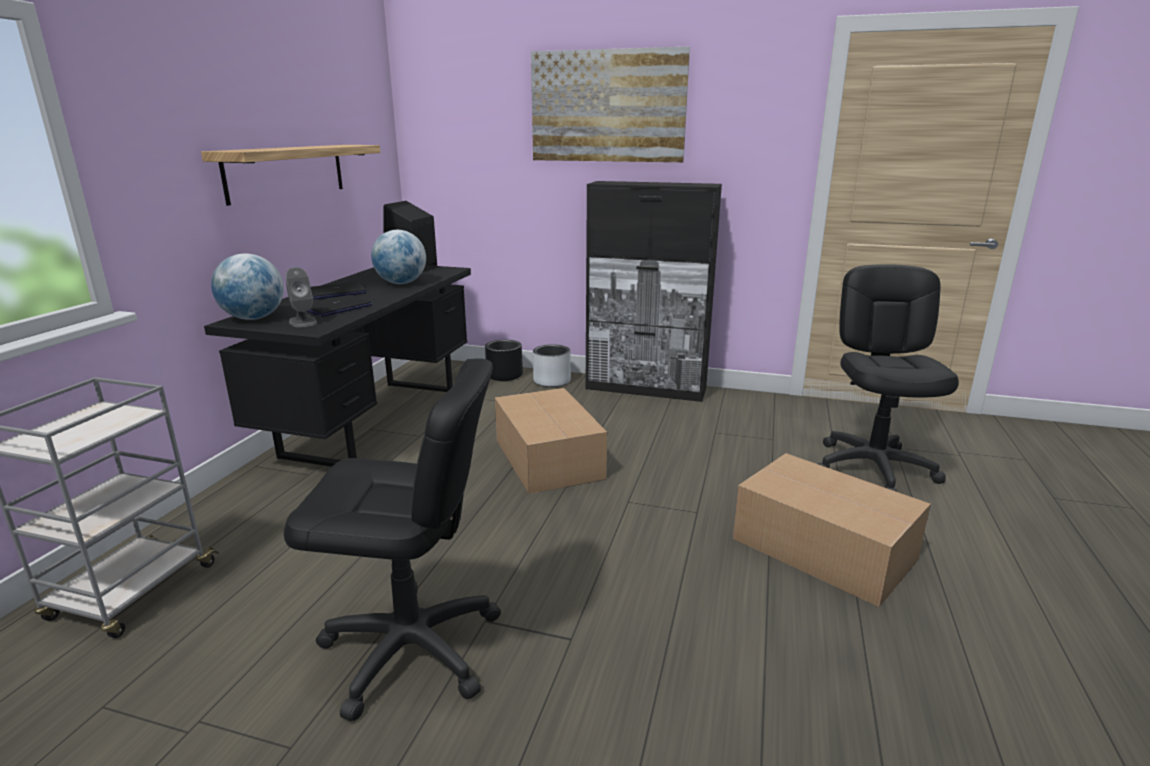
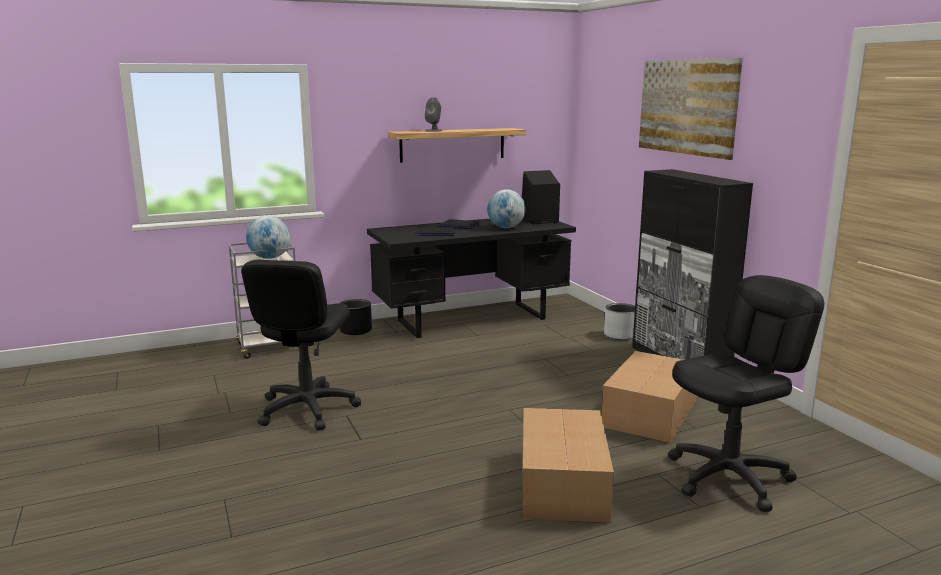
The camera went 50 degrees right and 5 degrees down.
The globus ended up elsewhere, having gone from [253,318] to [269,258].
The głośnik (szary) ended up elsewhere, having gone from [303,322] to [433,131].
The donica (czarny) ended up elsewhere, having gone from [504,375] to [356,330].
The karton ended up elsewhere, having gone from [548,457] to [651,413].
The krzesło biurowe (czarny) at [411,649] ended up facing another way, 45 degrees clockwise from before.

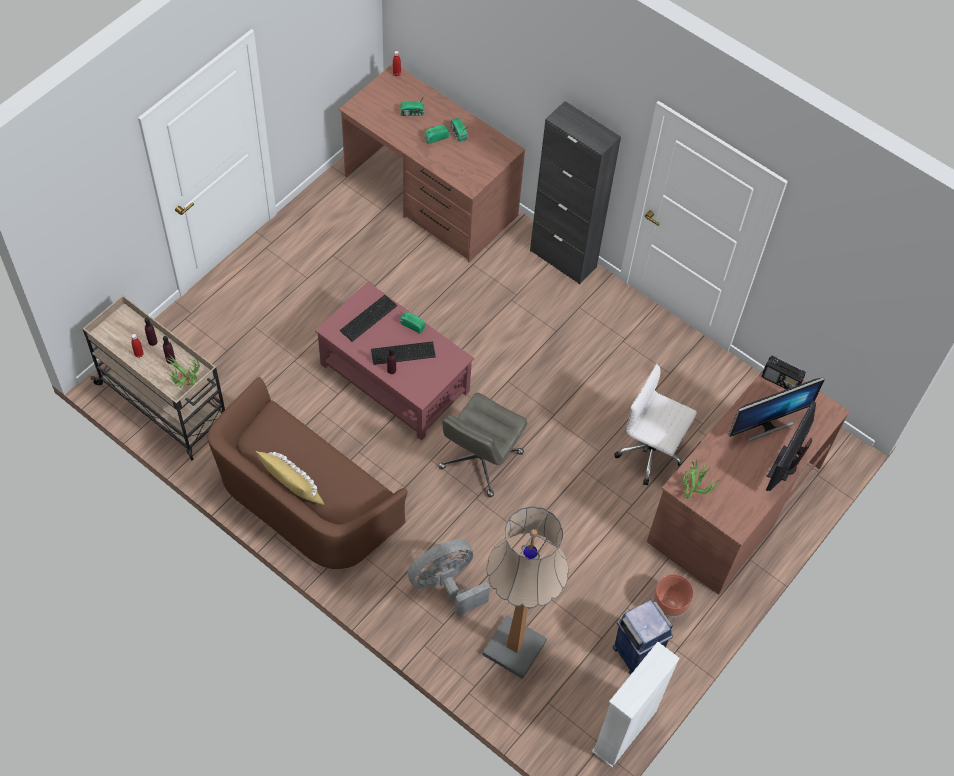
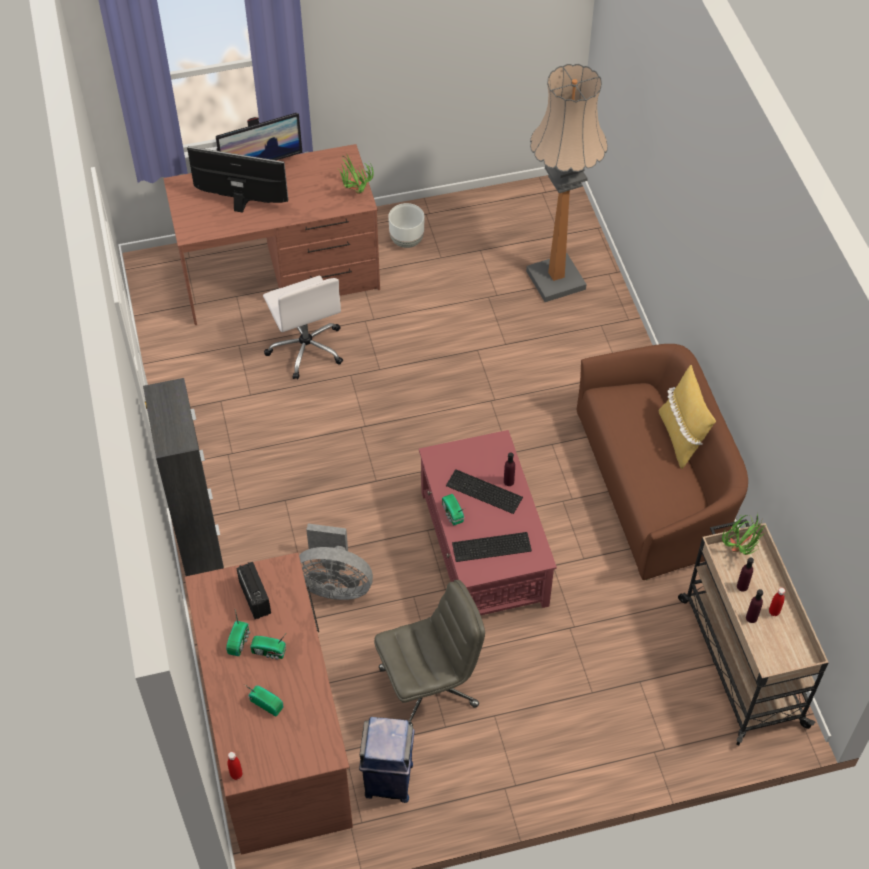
The camera went 140 degrees left and 5 degrees down.
The second view lost the regał (biały) at [624,731].
The wentylator (szary) ended up elsewhere, having gone from [446,585] to [334,584].
The krzesło biurowe (szary) ended up elsewhere, having gone from [480,461] to [429,686].
The kosz na śmieci (niebieski) ended up elsewhere, having gone from [636,652] to [388,781].
The radio ended up elsewhere, having gone from [781,381] to [255,597].
What was the donica (brązowy) at [669,605] turned into the donica (biały) at [406,241].

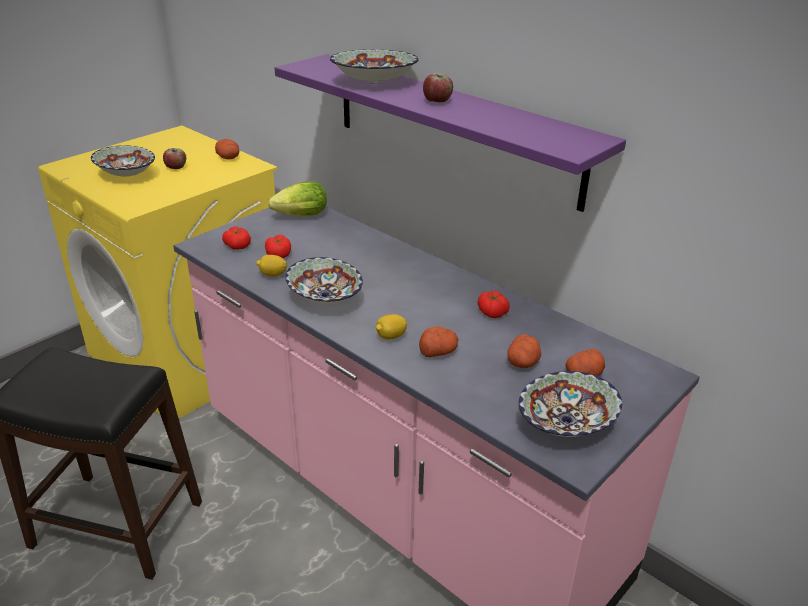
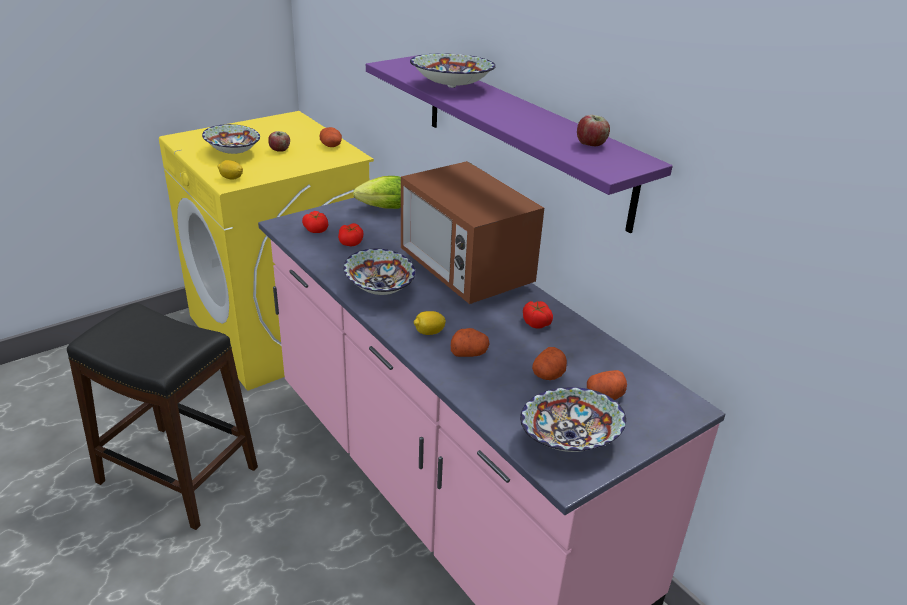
The camera went 10 degrees right and 0 degrees up.
The second view gained the mikrofalówka at [465,271].
The cytryna ended up elsewhere, having gone from [272,275] to [231,178].
The jabłko ended up elsewhere, having gone from [437,101] to [591,145].

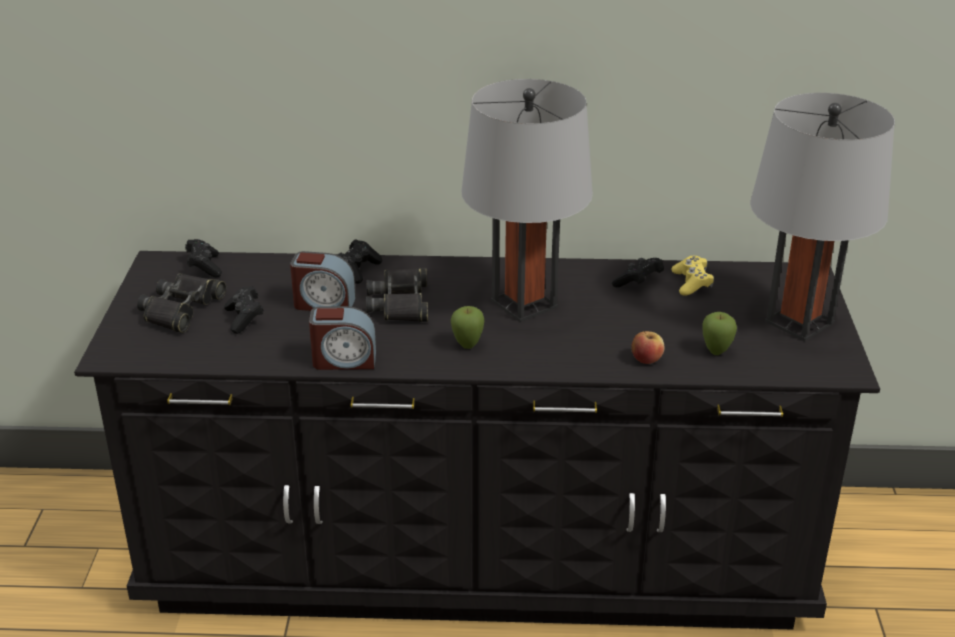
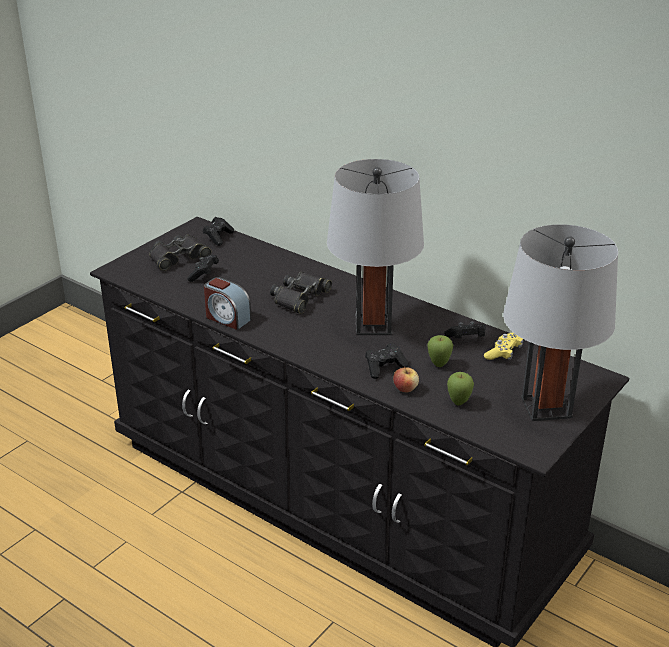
The camera went 35 degrees right and 0 degrees up.
The second view lost the budzik at [324,303].
The pad do gier (czarny) ended up elsewhere, having gone from [358,270] to [384,368].
The jabłko ended up elsewhere, having gone from [467,346] to [439,364].

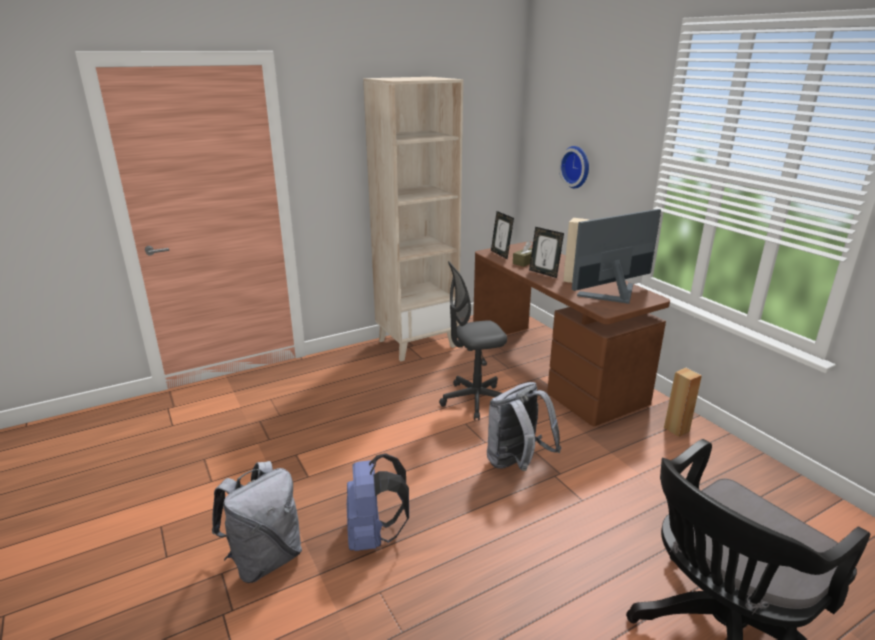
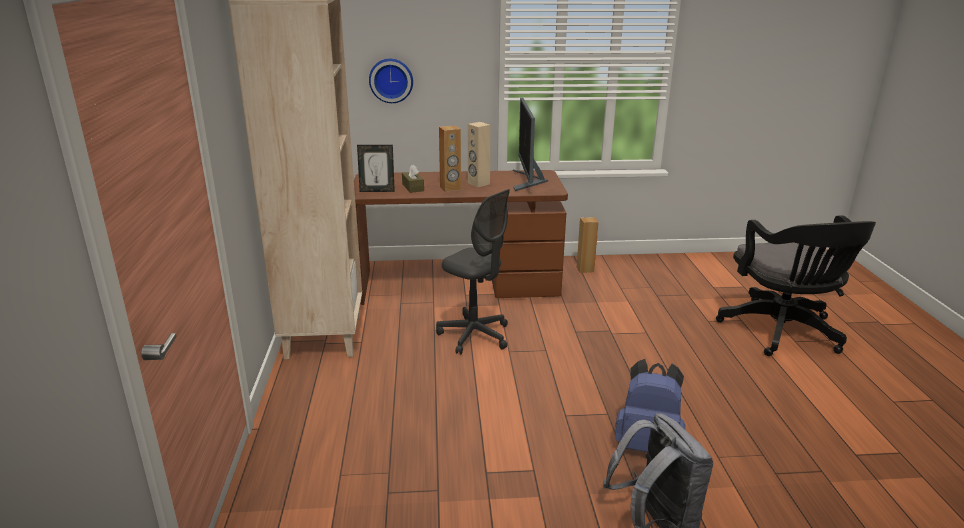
The camera went 65 degrees left and 0 degrees up.
The second view lost the plecak (szary) at [516,463].
Where the ramka na zdjęcie stood at [544,273], the głośnik (brązowy) came to stand at [450,188].
The krzesło biurowe (szary) at [474,400] ended up facing another way, 60 degrees counterclockwise from before.

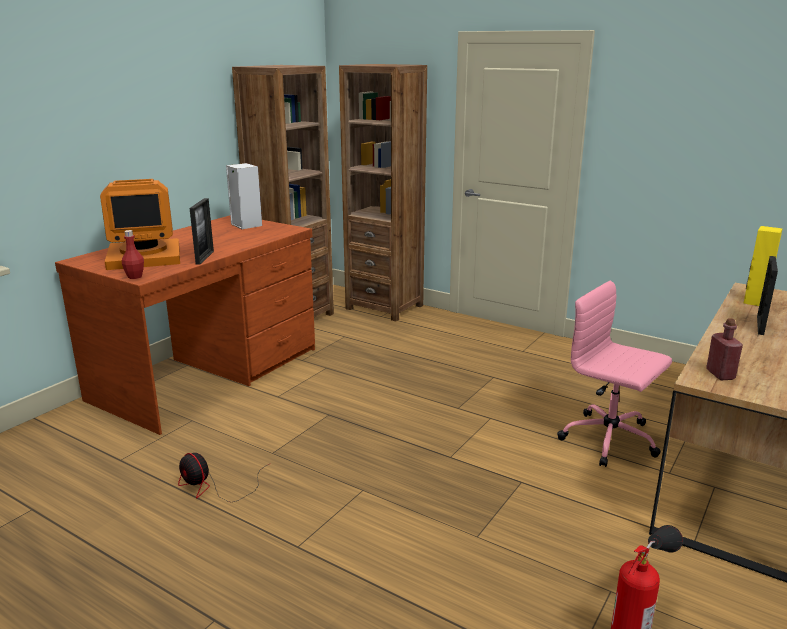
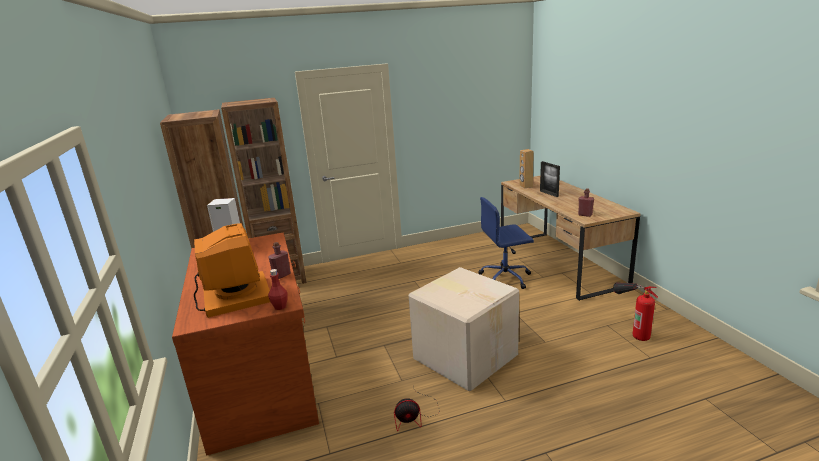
The camera went 50 degrees left and 0 degrees up.
The second view gained the karton at [465,356].
Where the ramka na zdjęcie stood at [205,257], the butelka (czerwony) came to stand at [281,275].
What was the krzesło biurowe (różowy) at [610,440] turned into the krzesło biurowe (niebieski) at [506,278].
What was the głośnik (żółty) at [754,302] turned into the głośnik (brązowy) at [525,186].
The monitor at [145,256] ended up facing another way, 45 degrees counterclockwise from before.

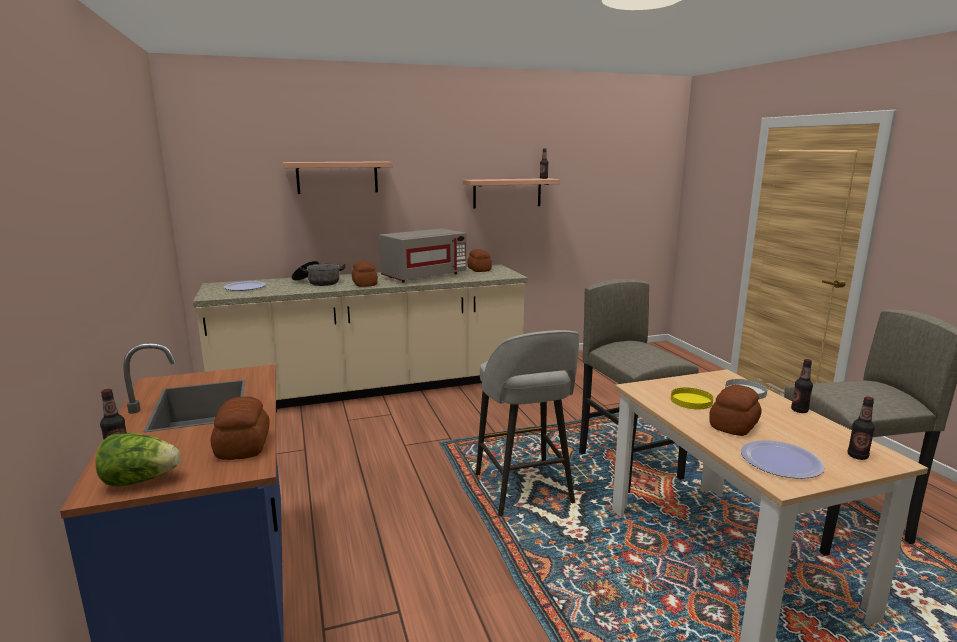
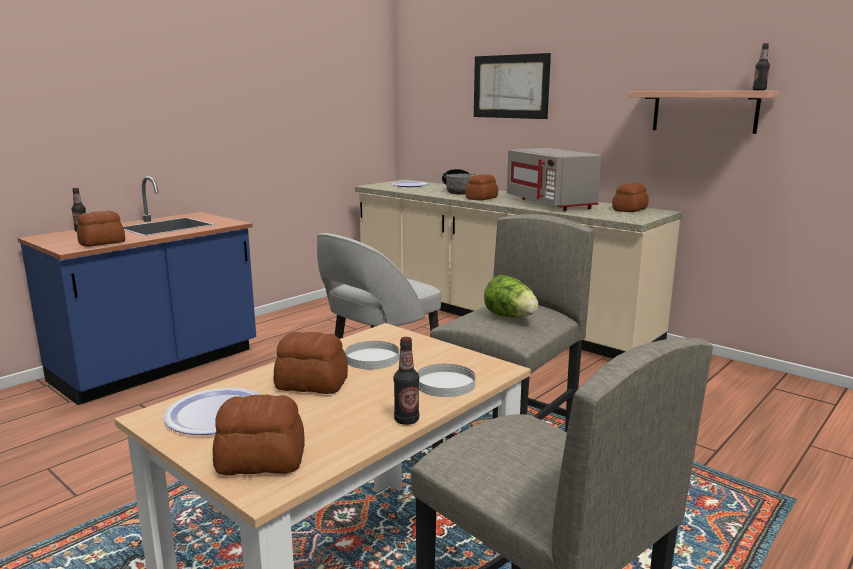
The camera went 60 degrees right and 0 degrees up.
The sałata ended up elsewhere, having gone from [140,480] to [510,317].
Where the półka hung at [337,177], the obraz came to hang at [510,86].
Where the butelka stood at [857,456], the chleb came to stand at [261,461].
What was the talerz (żółty) at [691,401] turned into the talerz (biały) at [372,358].
The mikrofalówka (szary) at [424,276] ended up facing another way, 45 degrees clockwise from before.

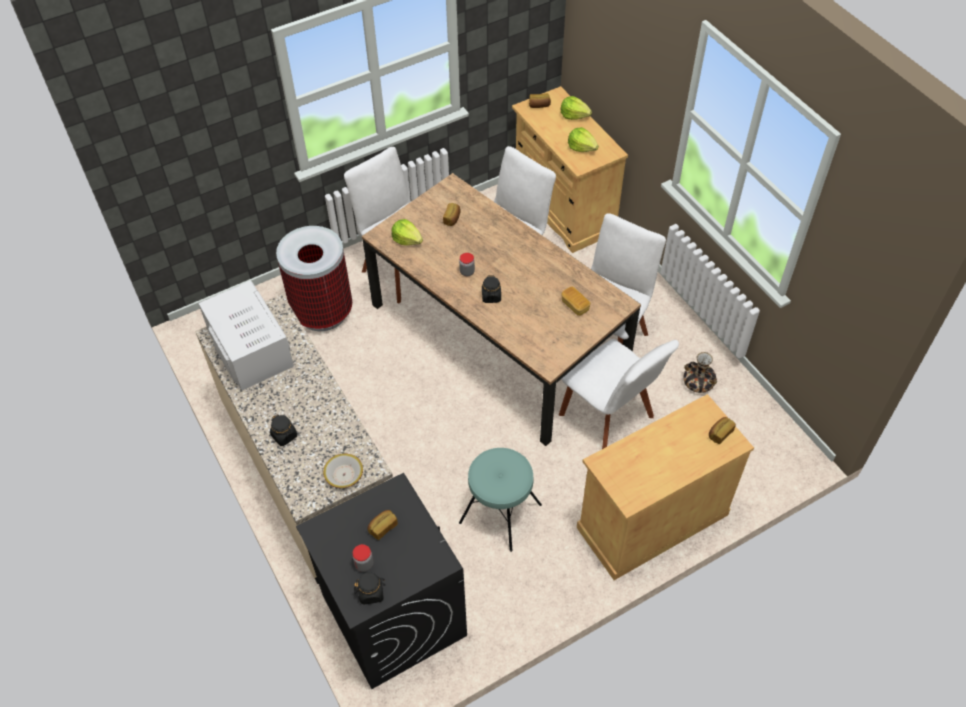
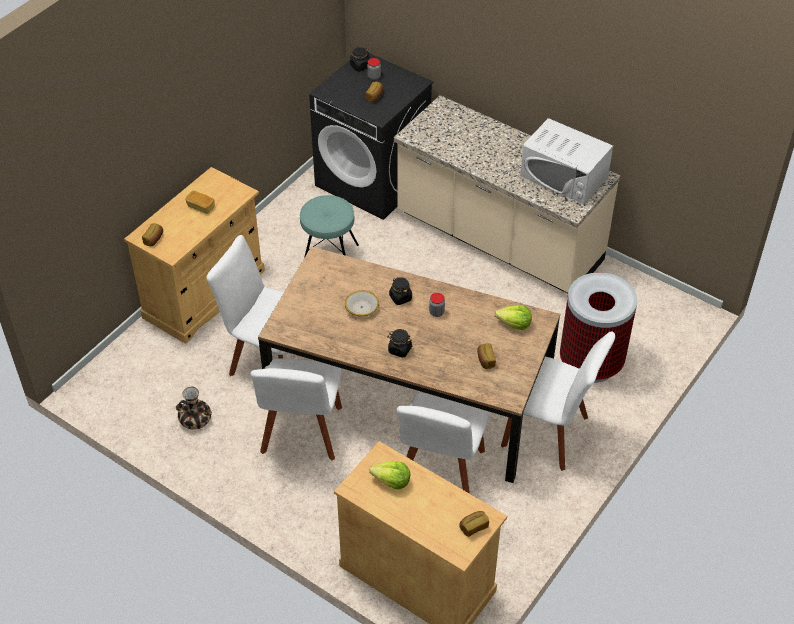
The camera went 155 degrees right and 5 degrees down.
The second view lost the sałata at [574,115].
The słoik (czarny) ended up elsewhere, having gone from [284,436] to [399,349].
The miska ended up elsewhere, having gone from [344,475] to [361,307].
The chleb ended up elsewhere, having gone from [575,306] to [201,207].

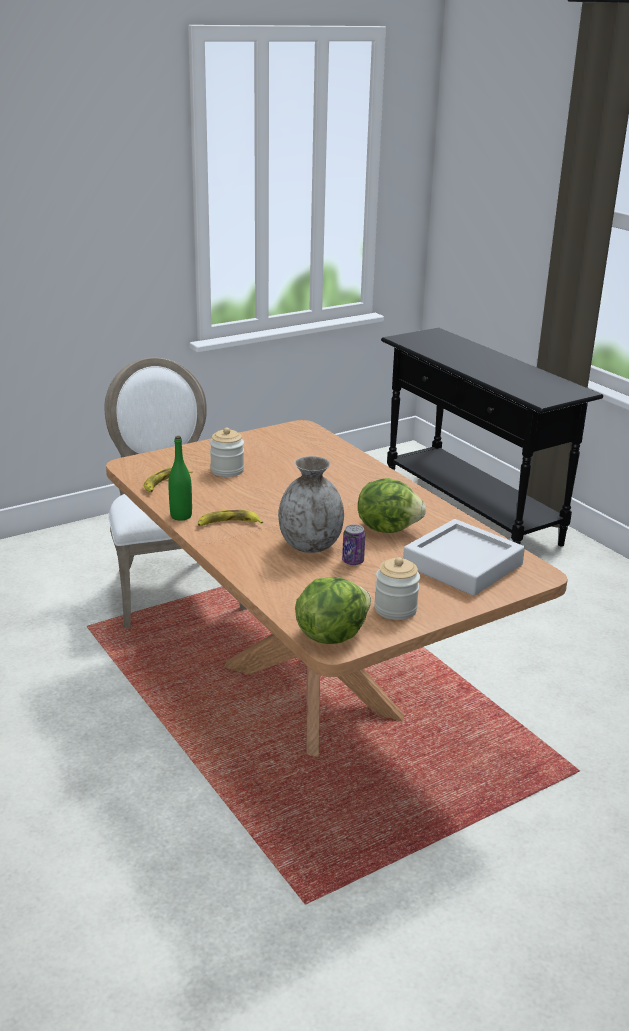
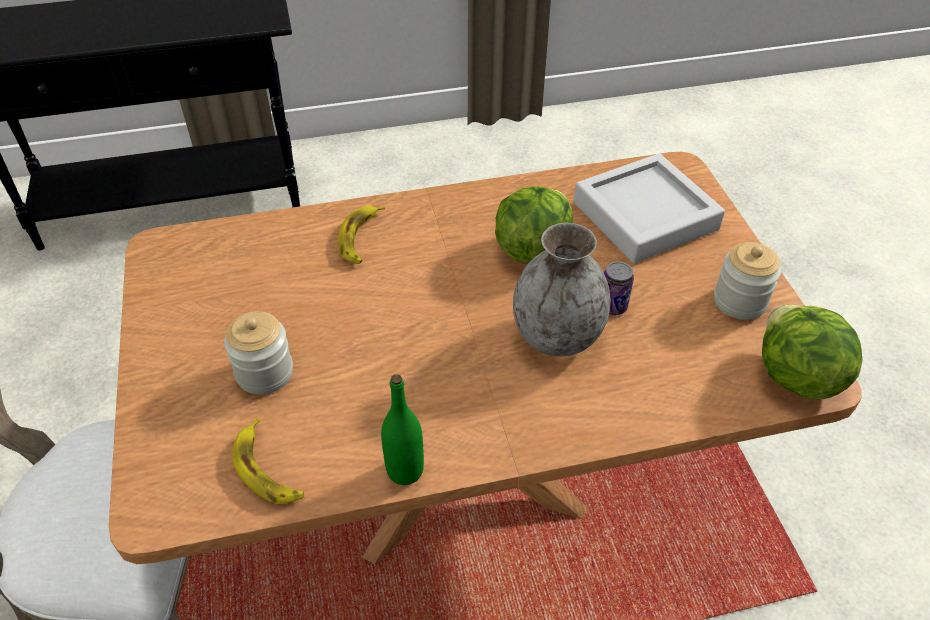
The camera went 70 degrees left and 20 degrees up.
The banan ended up elsewhere, having gone from [228,523] to [360,238].

